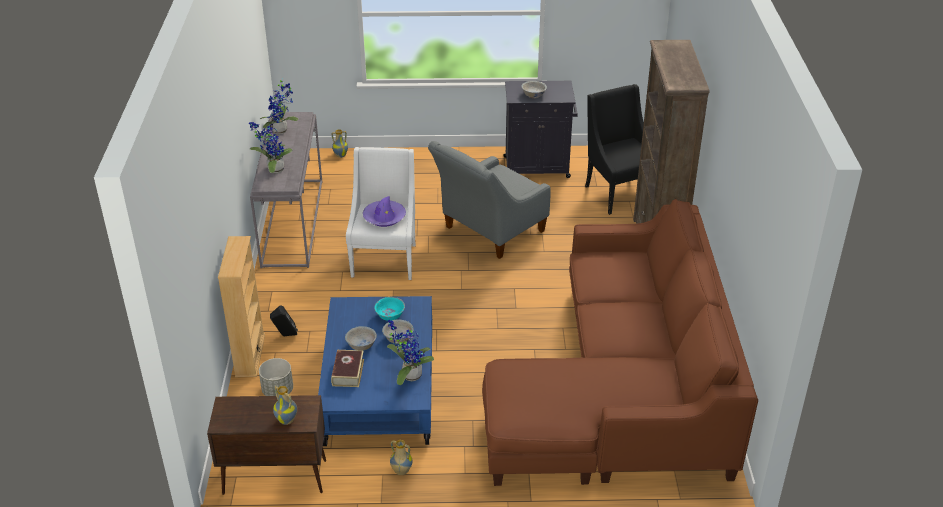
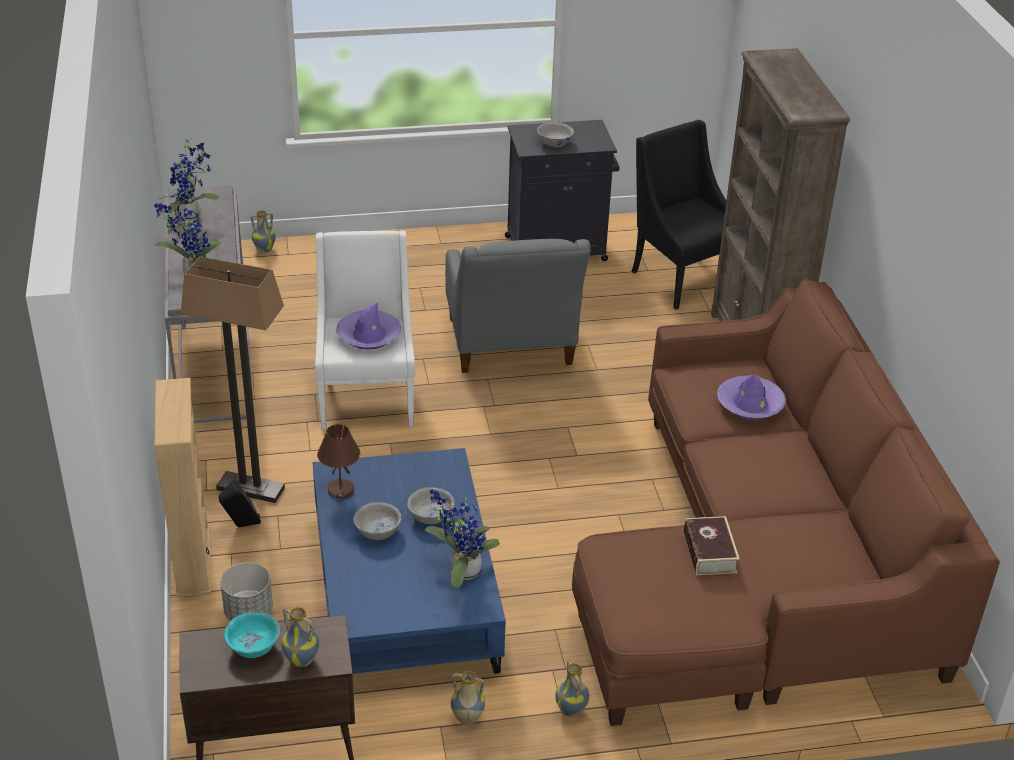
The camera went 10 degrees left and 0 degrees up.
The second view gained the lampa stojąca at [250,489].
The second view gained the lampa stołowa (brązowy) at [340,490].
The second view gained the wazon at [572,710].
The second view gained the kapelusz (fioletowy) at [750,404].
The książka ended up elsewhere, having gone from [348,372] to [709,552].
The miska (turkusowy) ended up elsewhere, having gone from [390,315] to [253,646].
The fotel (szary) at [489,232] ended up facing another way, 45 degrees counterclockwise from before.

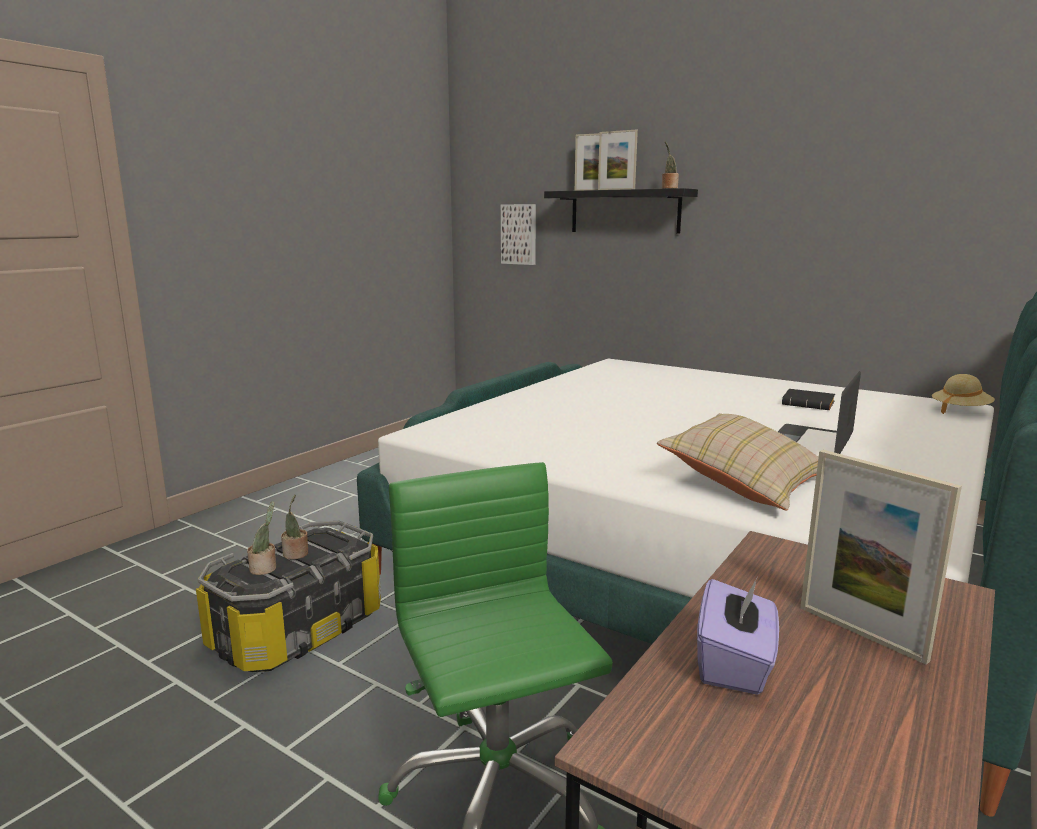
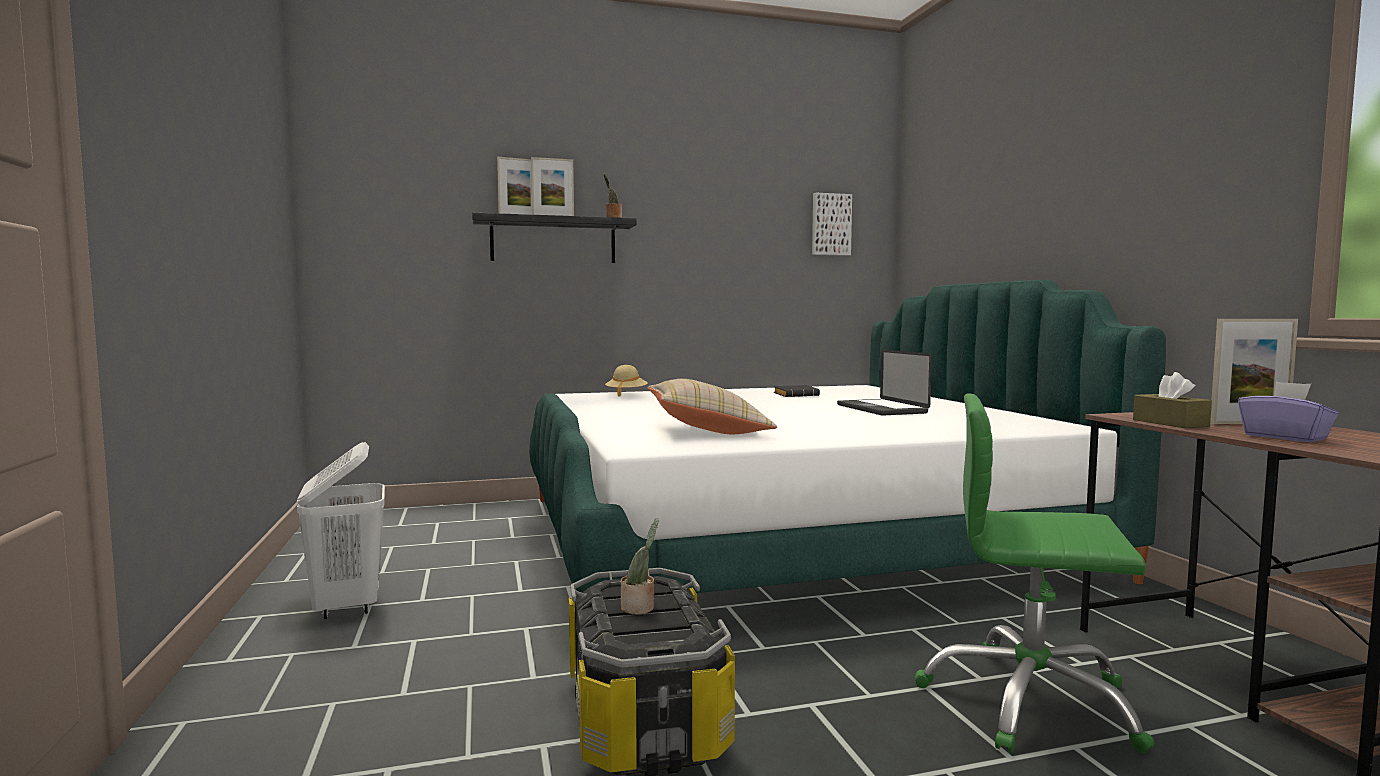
The camera went 50 degrees left and 10 degrees down.
The second view lost the roślina doniczkowa at [265,568].
The second view gained the kosz na pranie (biały) at [347,606].
The second view gained the pudełko chusteczek (brązowy) at [1170,423].
The obraz ended up elsewhere, having gone from [519,234] to [830,224].
The poduszka (beżowy) ended up elsewhere, having gone from [745,484] to [707,430].
The kapelusz (beżowy) ended up elsewhere, having gone from [960,410] to [626,394].

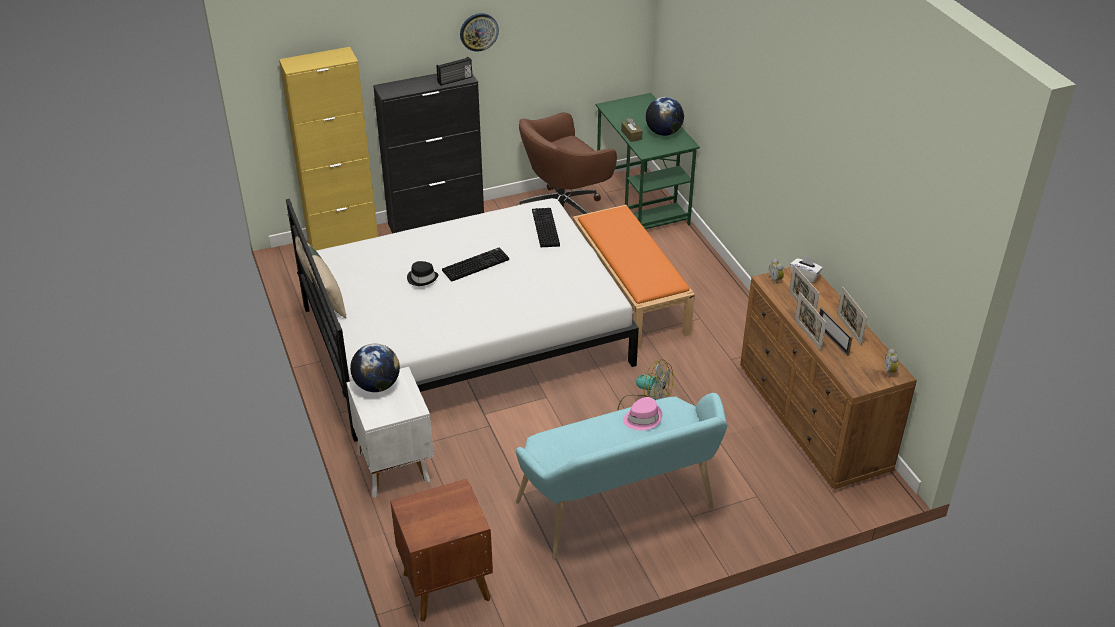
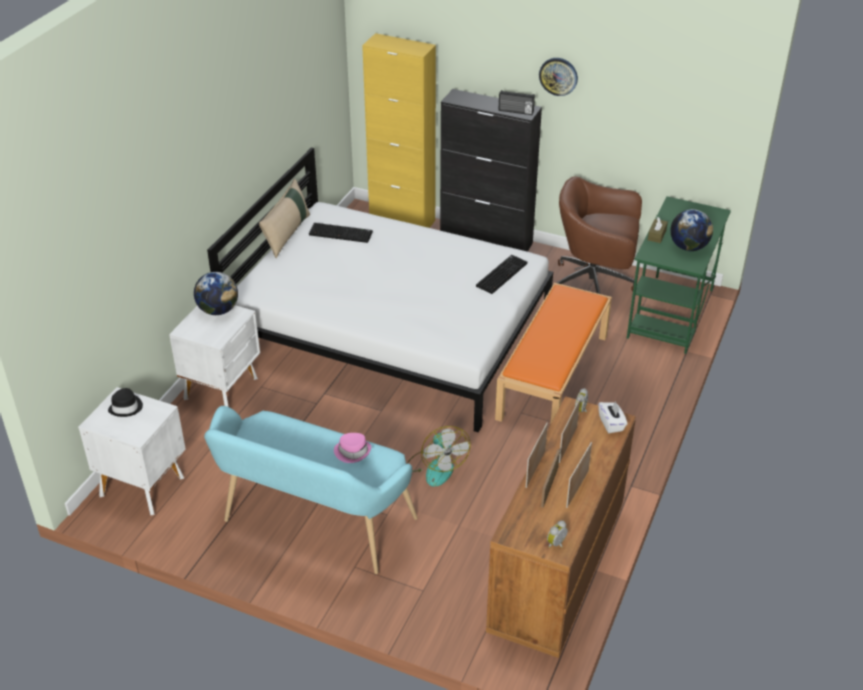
The camera went 45 degrees right and 0 degrees up.
The kapelusz (czarny) ended up elsewhere, having gone from [422,278] to [126,407].
The klawiatura ended up elsewhere, having gone from [475,264] to [341,233].
What was the szafka nocna (brązowy) at [445,585] turned into the szafka nocna (biały) at [142,485].

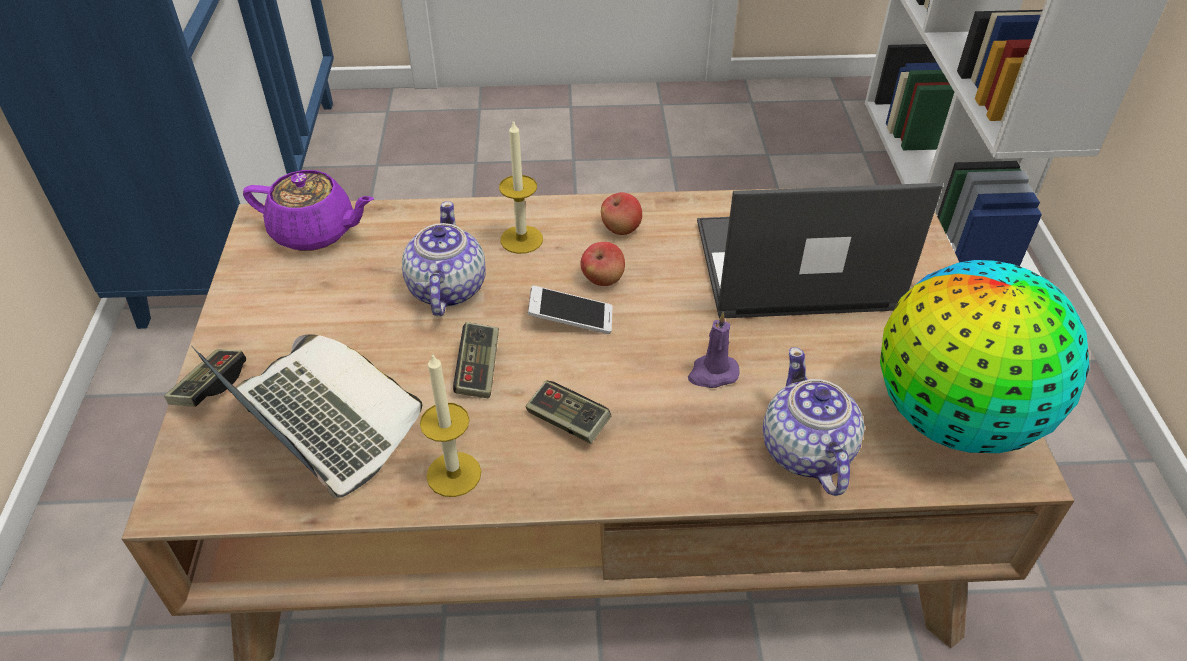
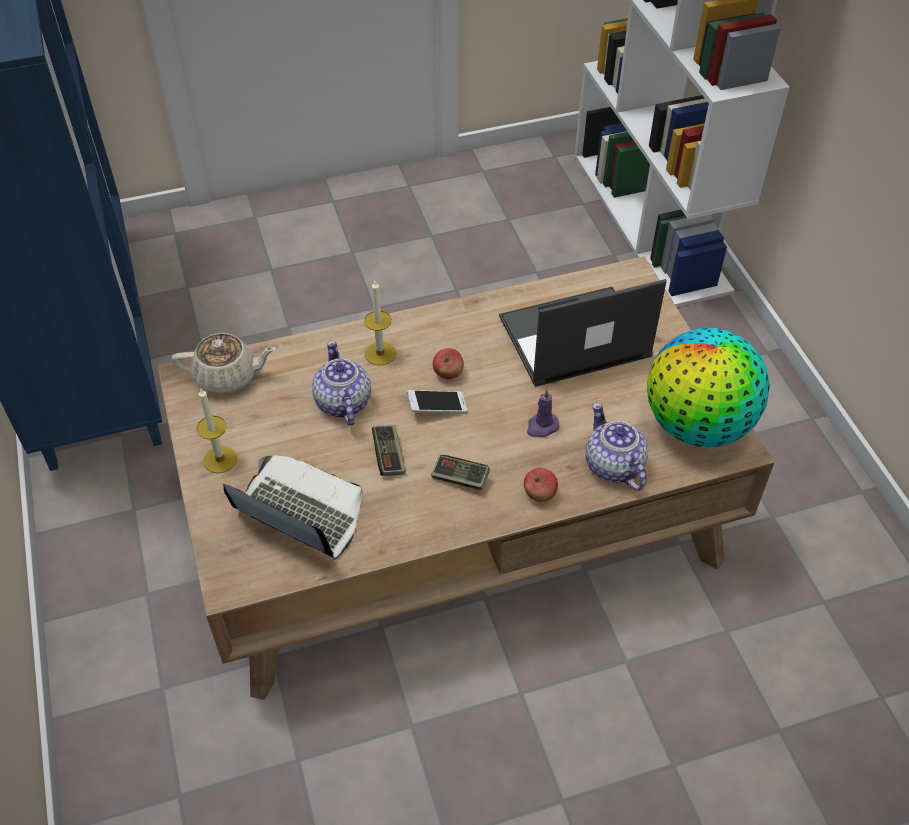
The camera went 15 degrees left and 5 degrees up.
The second view lost the pad do gier at [210,387].
The świeca ended up elsewhere, having gone from [454,474] to [220,459].
The jabłko ended up elsewhere, having gone from [621,229] to [540,494].
What was the imbryk (fioletowy) at [315,232] turned into the imbryk (beżowy) at [227,377].

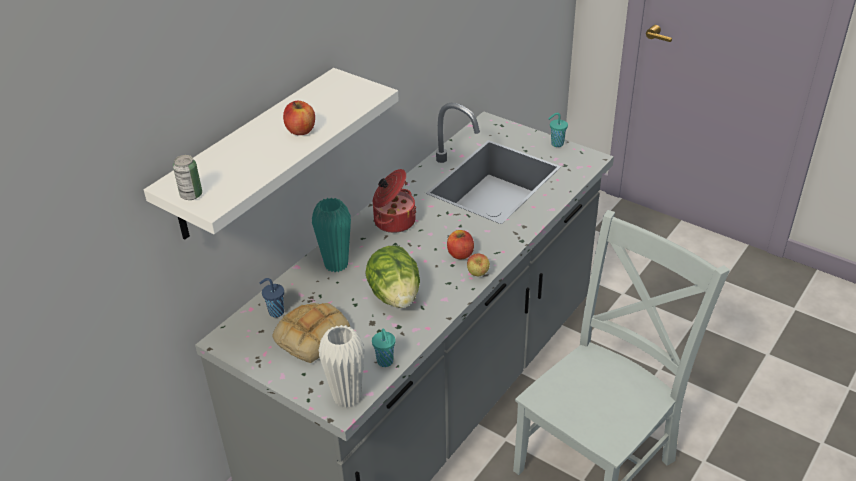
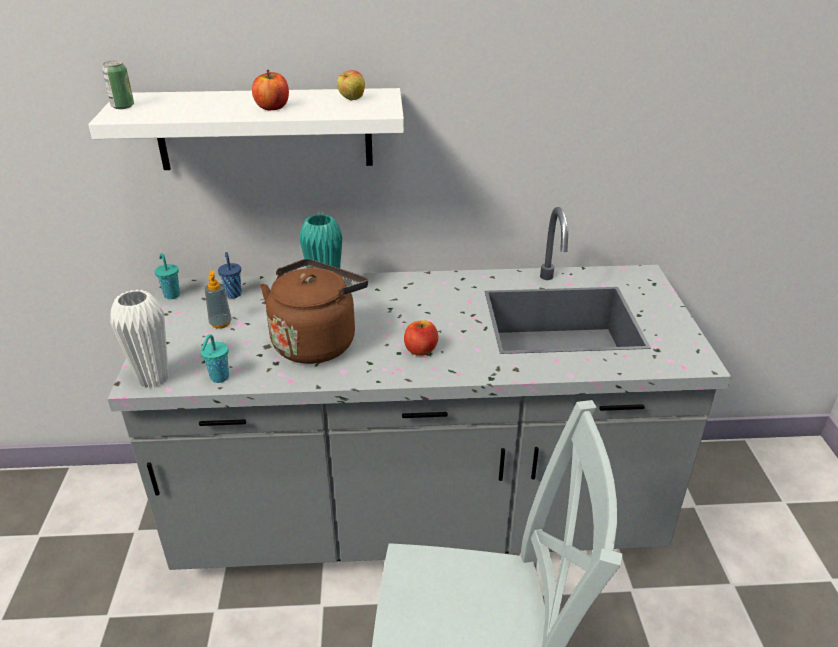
The camera went 50 degrees right and 5 degrees down.
The second view lost the garnek at [393,221].
The jabłko ended up elsewhere, having gone from [478,274] to [351,100].
The filiżanka (turkusowy) ended up elsewhere, having gone from [556,144] to [171,295].
Where the chleb stood at [311,335], the dozownik mydła came to stand at [220,323].
Where the sałata stood at [395,296], the czajnik (brązowy) came to stand at [317,341].

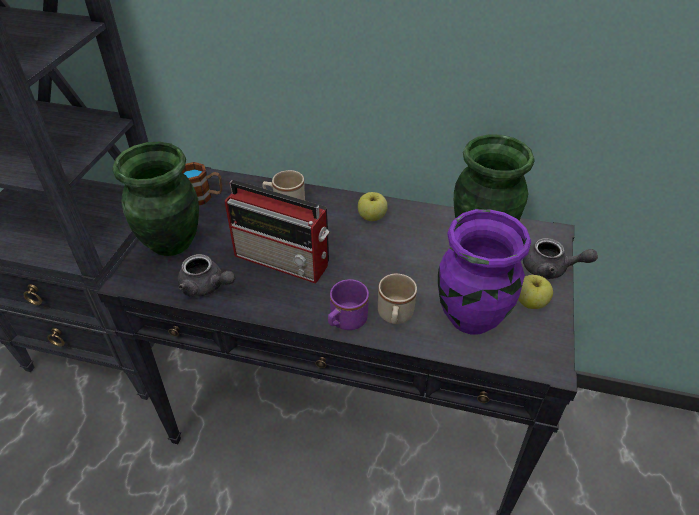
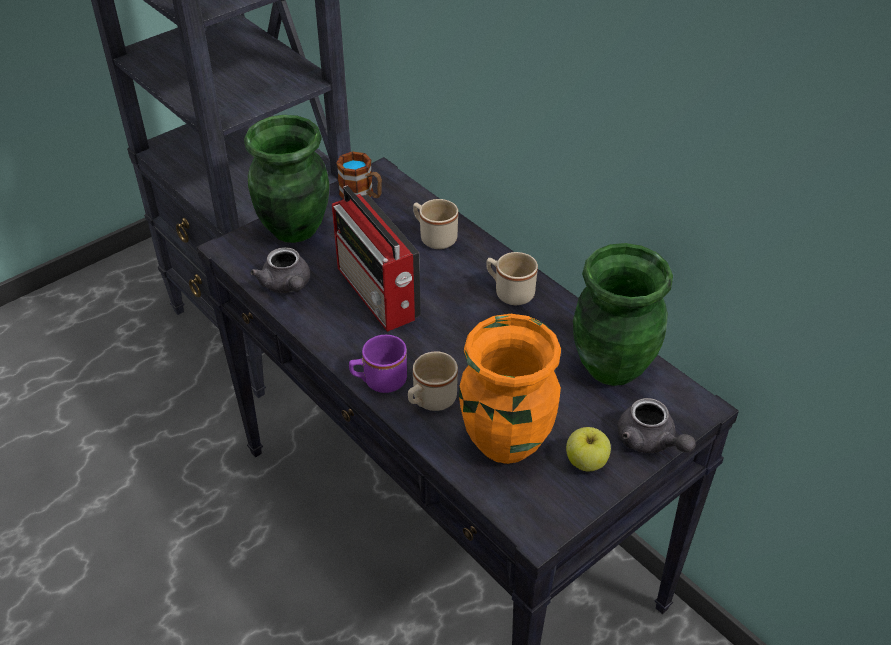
The camera went 35 degrees right and 0 degrees up.
Where the jabłko stood at [372,217], the kubek (beżowy) came to stand at [509,292].
What was the wazon (fioletowy) at [470,317] turned into the wazon (pomarańczowy) at [505,441].

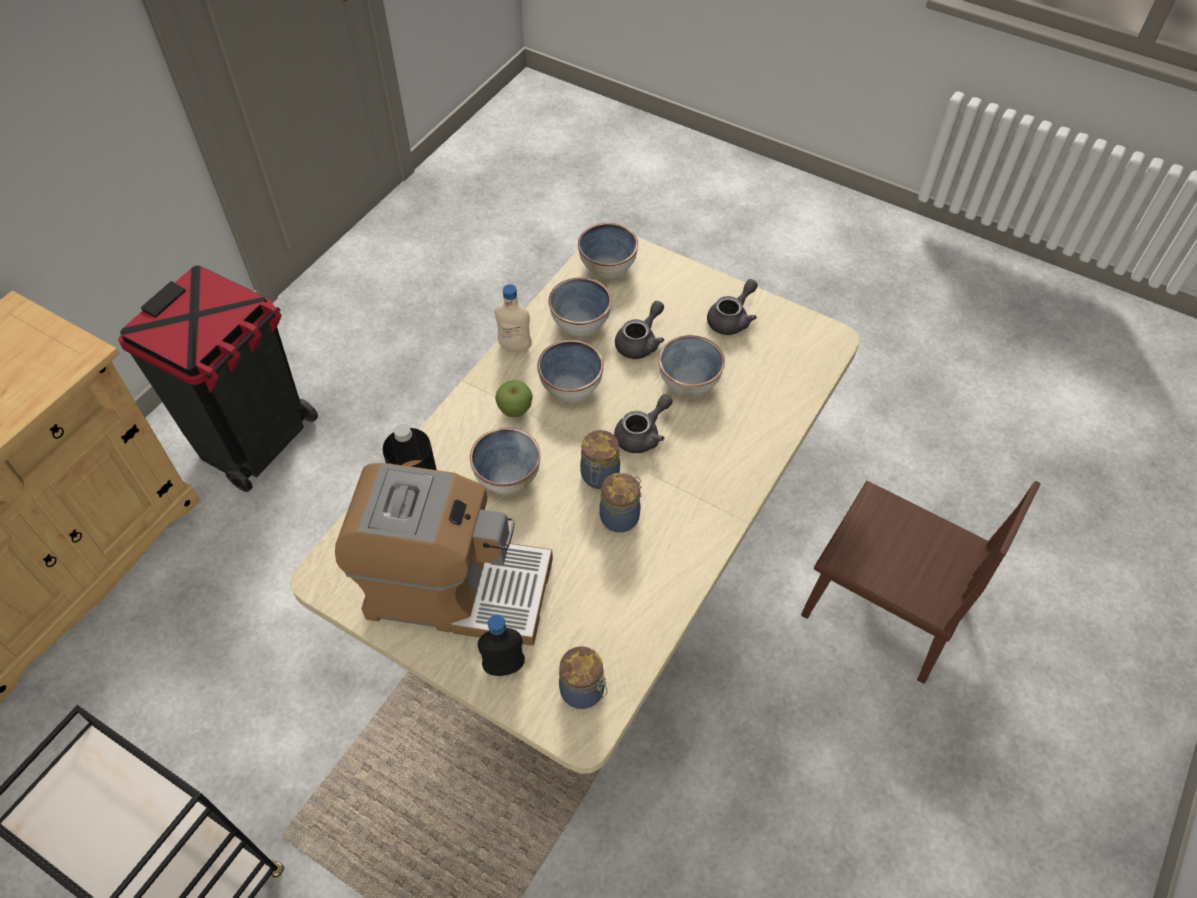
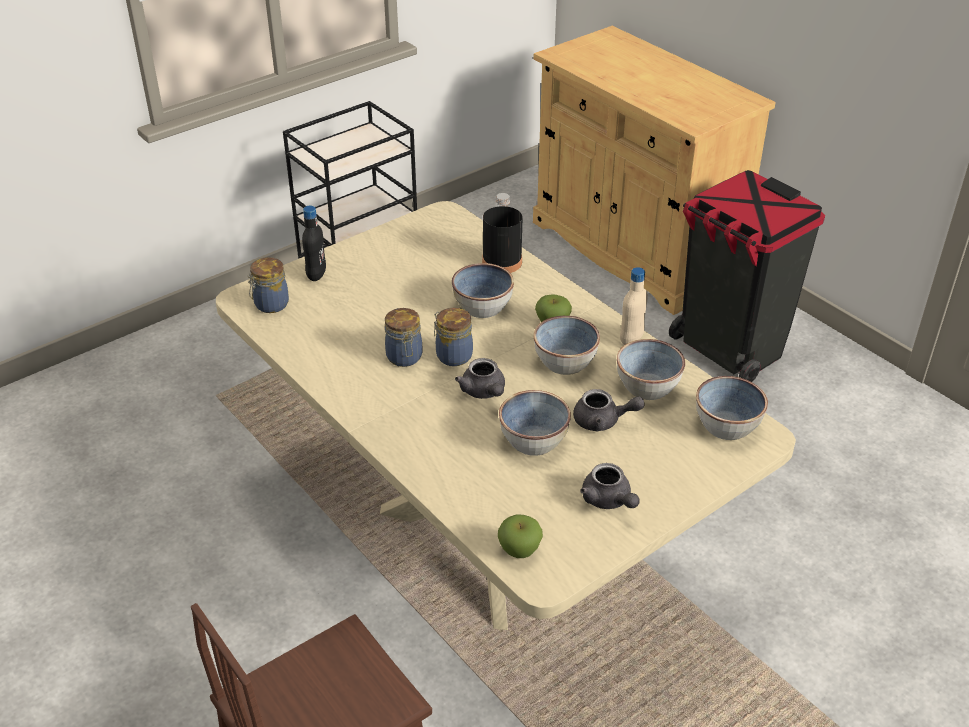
The camera went 110 degrees right and 15 degrees down.
The second view lost the ekspres do kawy at [455,587].
The second view gained the jabłko at [519,551].
The imbryk (szary) at [640,342] ended up facing another way, 45 degrees counterclockwise from before.

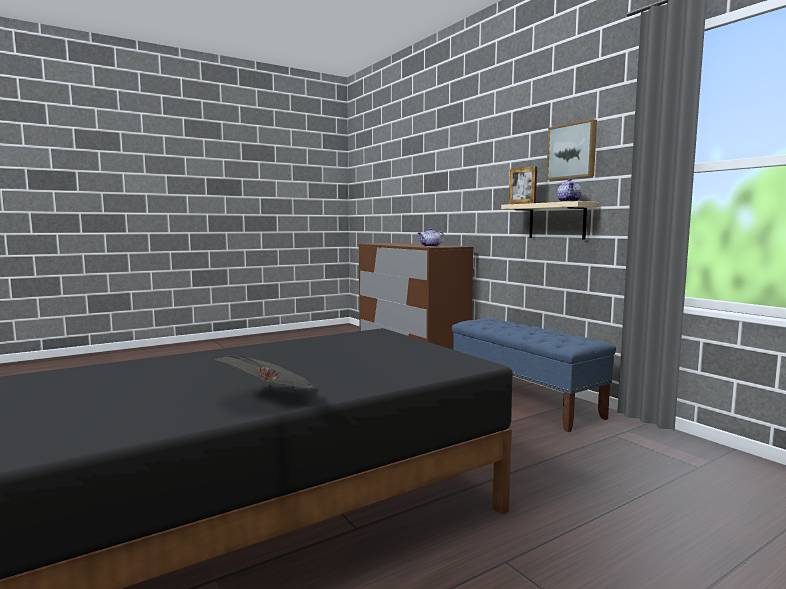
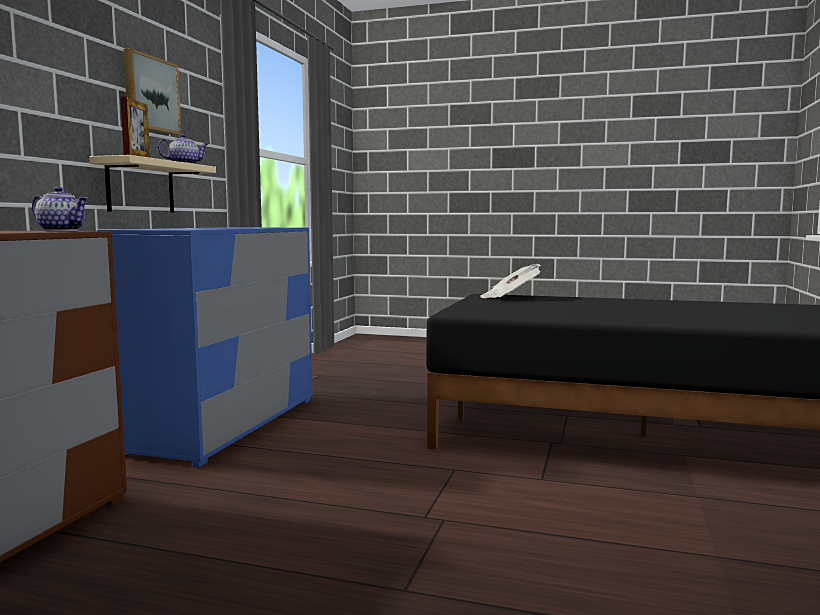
The camera went 130 degrees left and 0 degrees up.
The gazeta ended up elsewhere, having gone from [271,399] to [510,297].
Where the ławka (niebieski) stood at [524,401], the komoda (niebieski) came to stand at [225,424].

